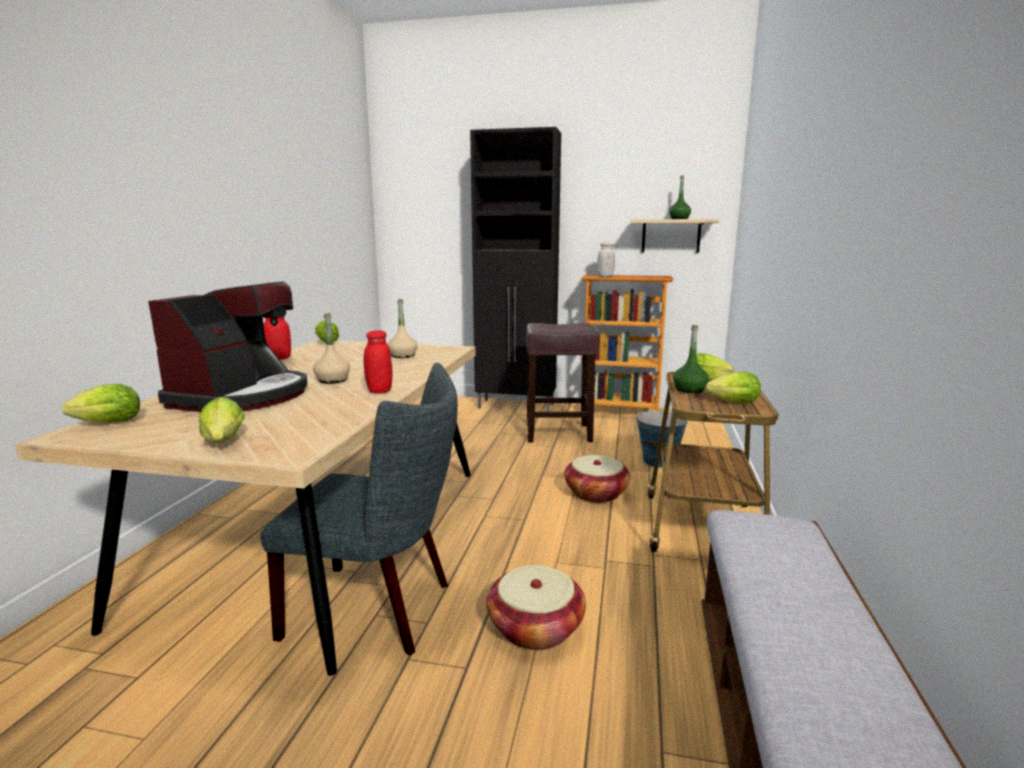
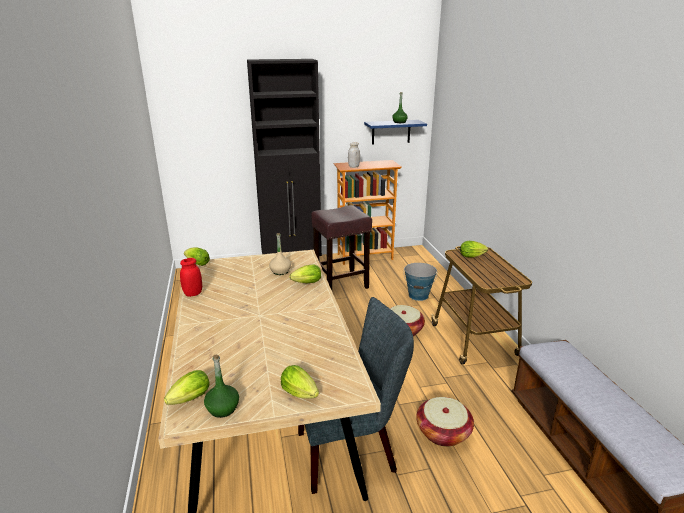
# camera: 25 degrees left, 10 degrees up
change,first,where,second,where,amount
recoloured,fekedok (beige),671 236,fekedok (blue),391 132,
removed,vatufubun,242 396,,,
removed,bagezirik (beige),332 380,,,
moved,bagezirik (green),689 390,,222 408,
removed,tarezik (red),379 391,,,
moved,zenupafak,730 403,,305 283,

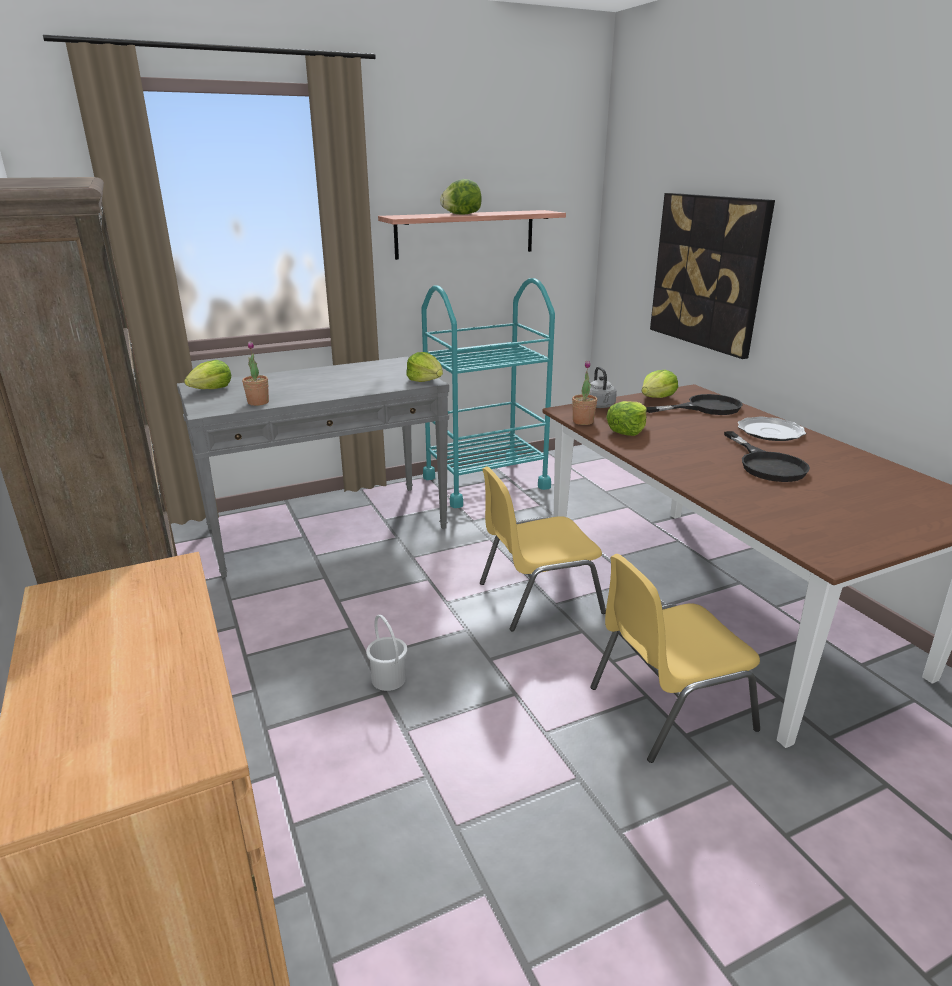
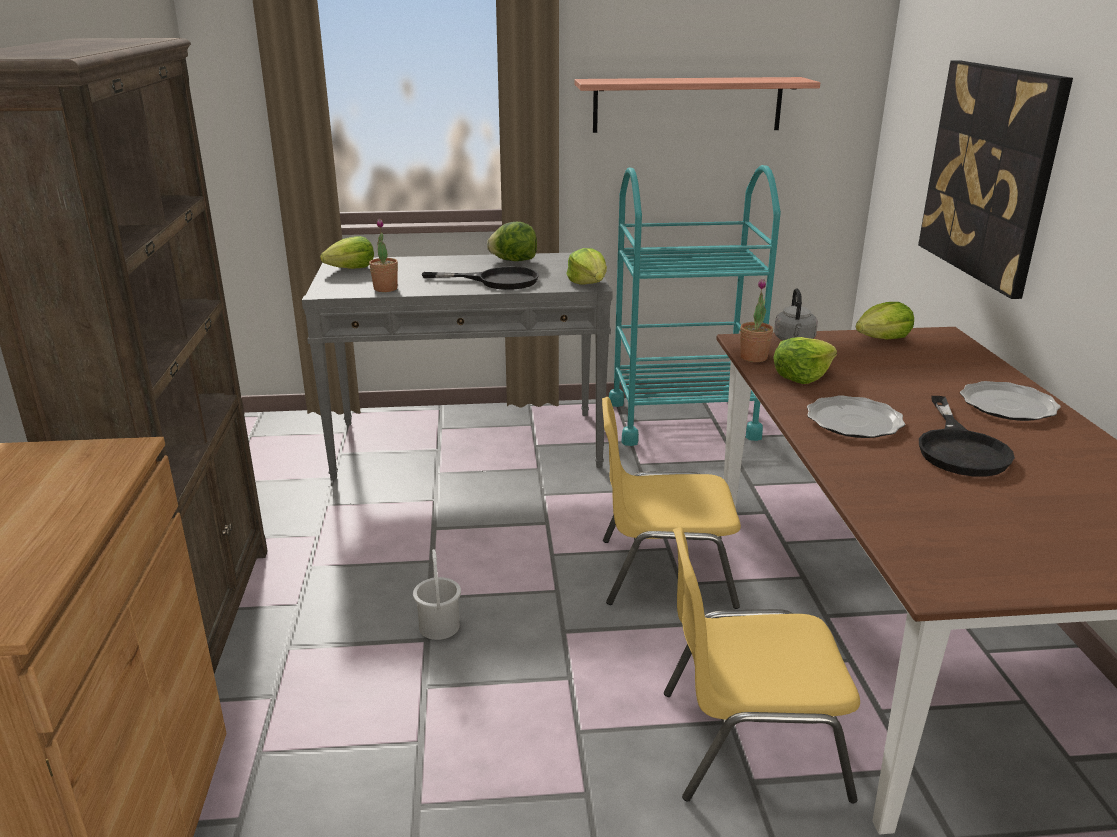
# camera: 20 degrees right, 0 degrees up
change,first,where,second,where,amount
moved,zenupafak,461 214,,513 261,
moved,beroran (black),705 408,,497 281,
added,,,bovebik,854 421,

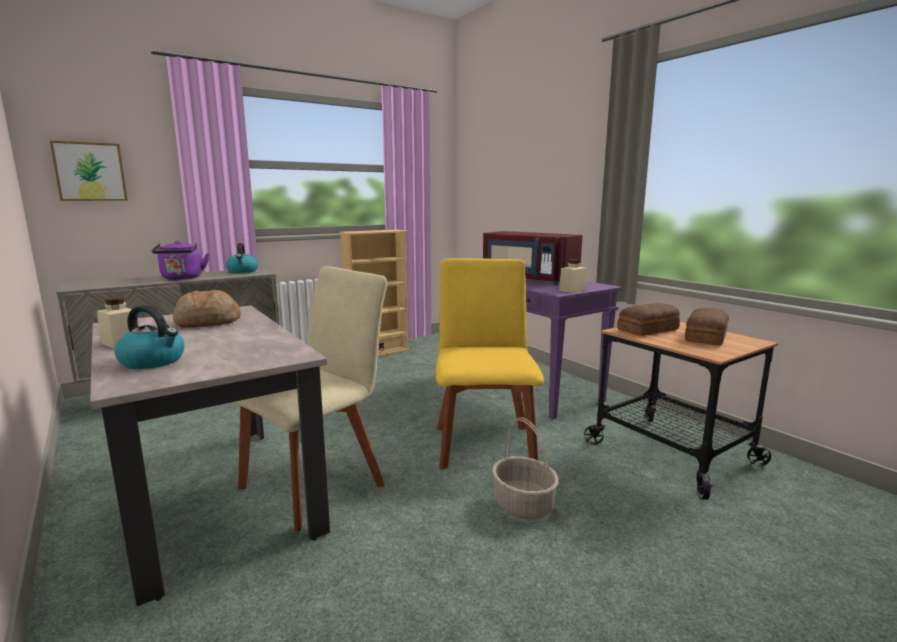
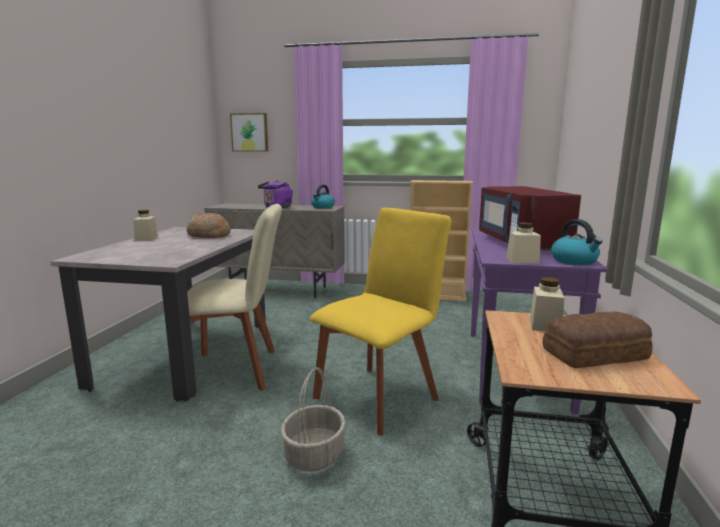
# camera: 45 degrees right, 0 degrees up
change,first,where,second,where,amount
replaced,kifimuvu,649 330,tarezik (beige),545 325,
moved,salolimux,154 361,,575 261,

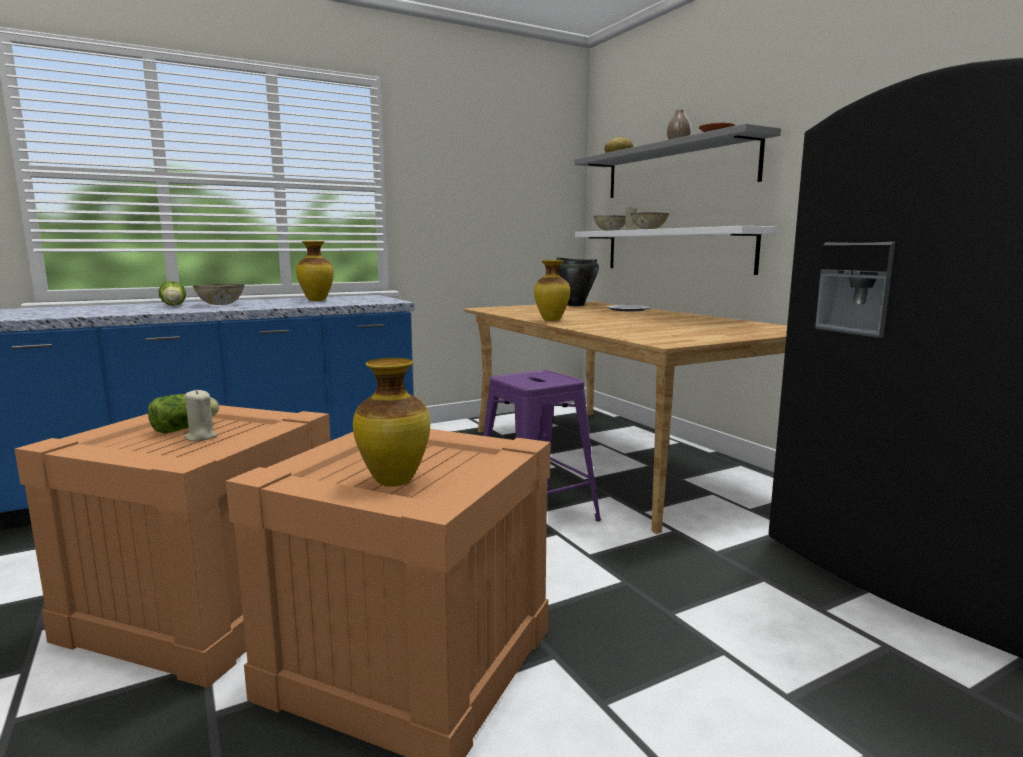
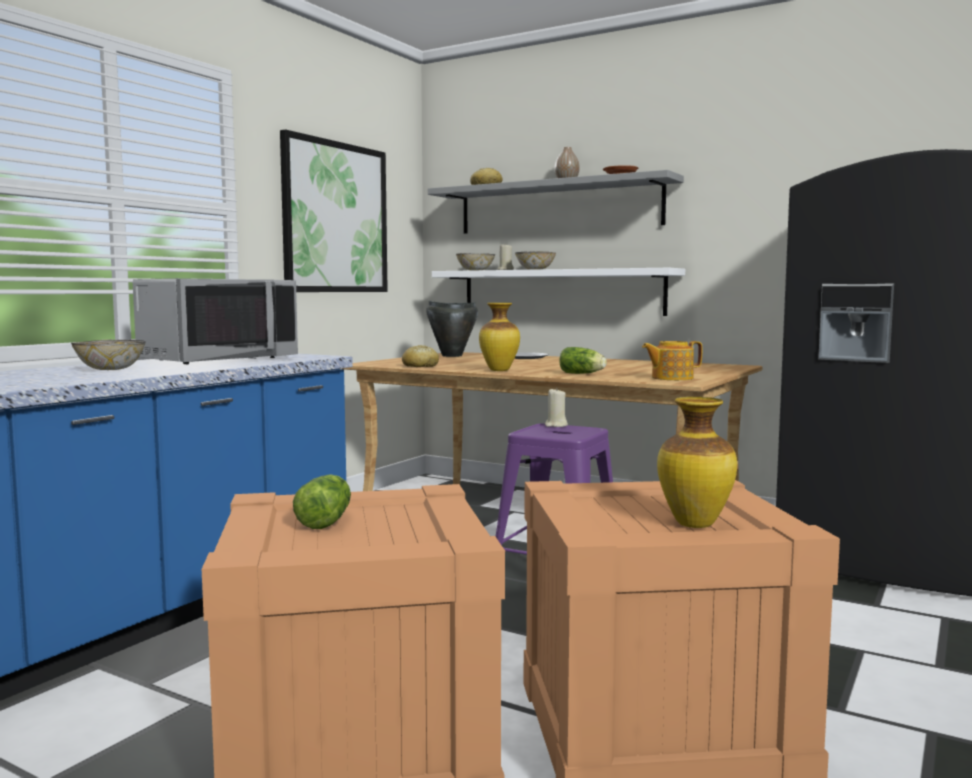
# camera: 30 degrees left, 5 degrees down
change,first,where,second,where,amount
replaced,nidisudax,317 300,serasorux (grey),218 359,
moved,zenupafak,173 306,,583 373,
moved,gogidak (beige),201 437,,556 425,
added,,,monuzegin,335 218,
added,,,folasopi,671 378,
added,,,kifimuvu,420 366,

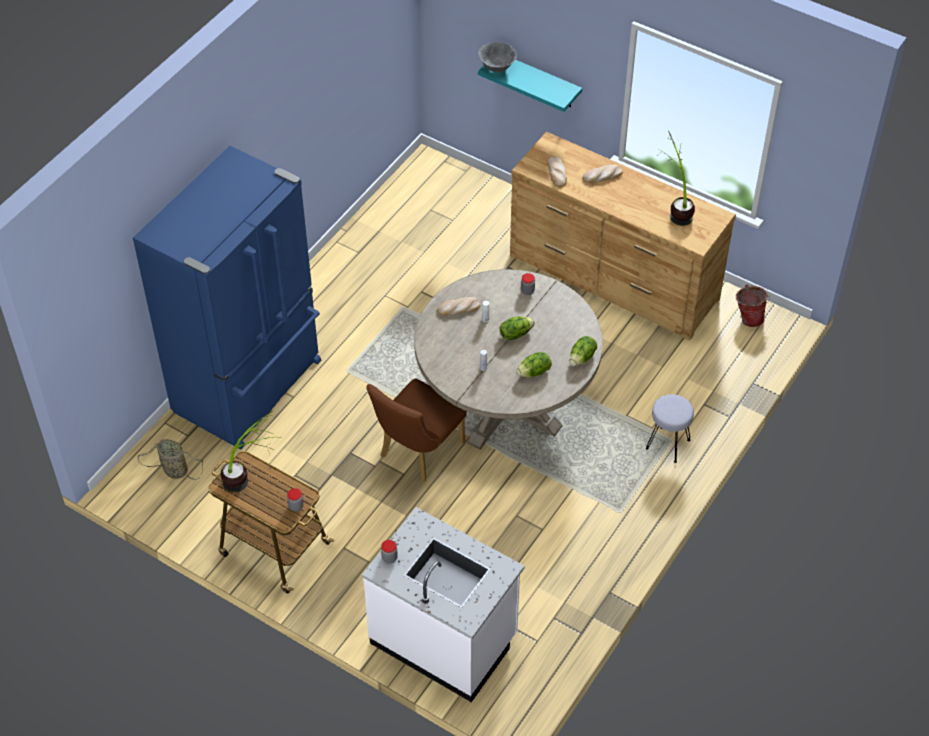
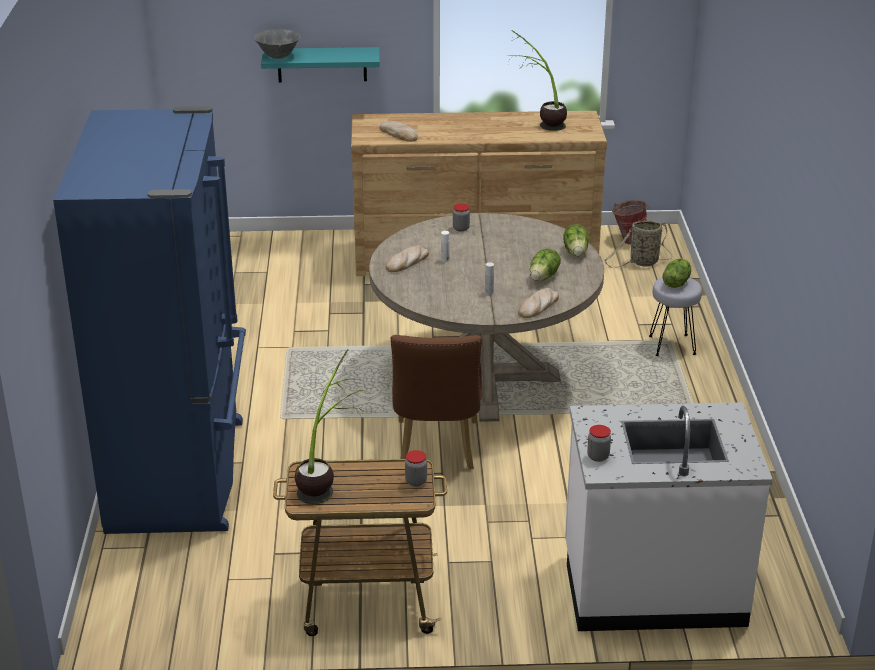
# camera: 35 degrees left, 20 degrees down
change,first,where,second,where,amount
moved,kifimuvu,602 176,,538 306,
moved,zenupafak,515 334,,676 283,
moved,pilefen,173 470,,642 263,

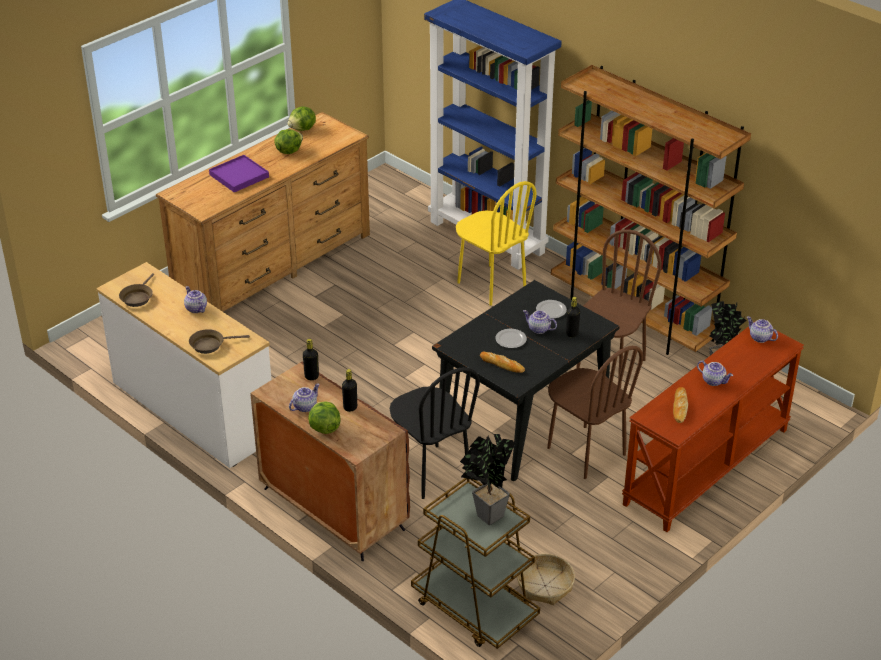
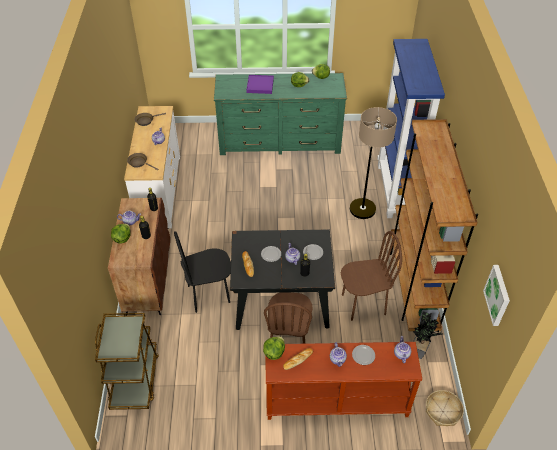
# camera: 45 degrees right, 10 degrees up
change,first,where,second,where,amount
recoloured,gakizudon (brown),273 264,gakizudon (green),280 142,
replaced,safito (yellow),491 284,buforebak,363 217,
turned,safito (black),431 471,,208 294,60 degrees clockwise
removed,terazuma,485 516,,,
moved,pilefen,545 586,,442 411,
added,,,monuzegin,498 295,
added,,,zenupafak,274 352,
added,,,bovebik,363 355,

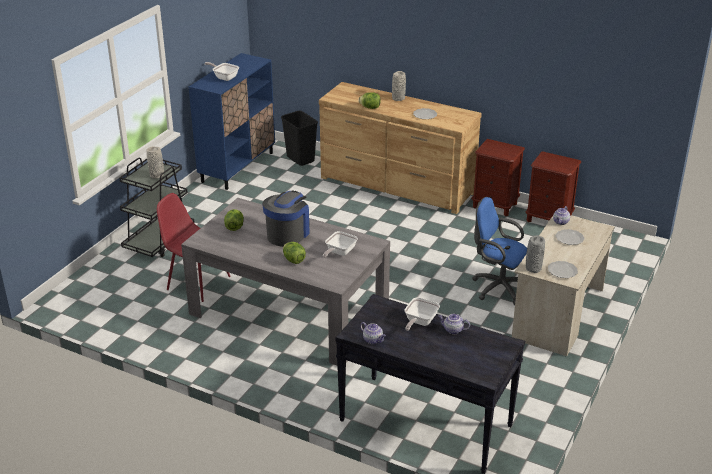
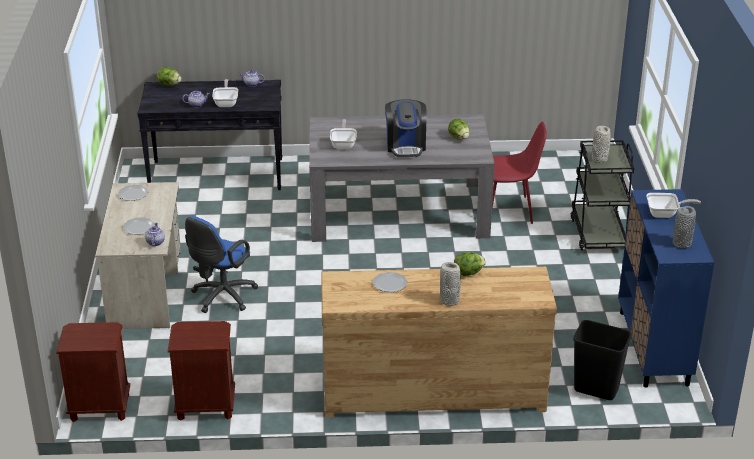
# camera: 150 degrees right, 0 degrees up
change,first,where,second,where,amount
moved,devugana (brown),495 205,,100 408,
turned,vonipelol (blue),497 287,,221 297,120 degrees clockwise
moved,nidisudax (grey),533 268,,681 243,
moved,zenupafak,294 260,,169 84,

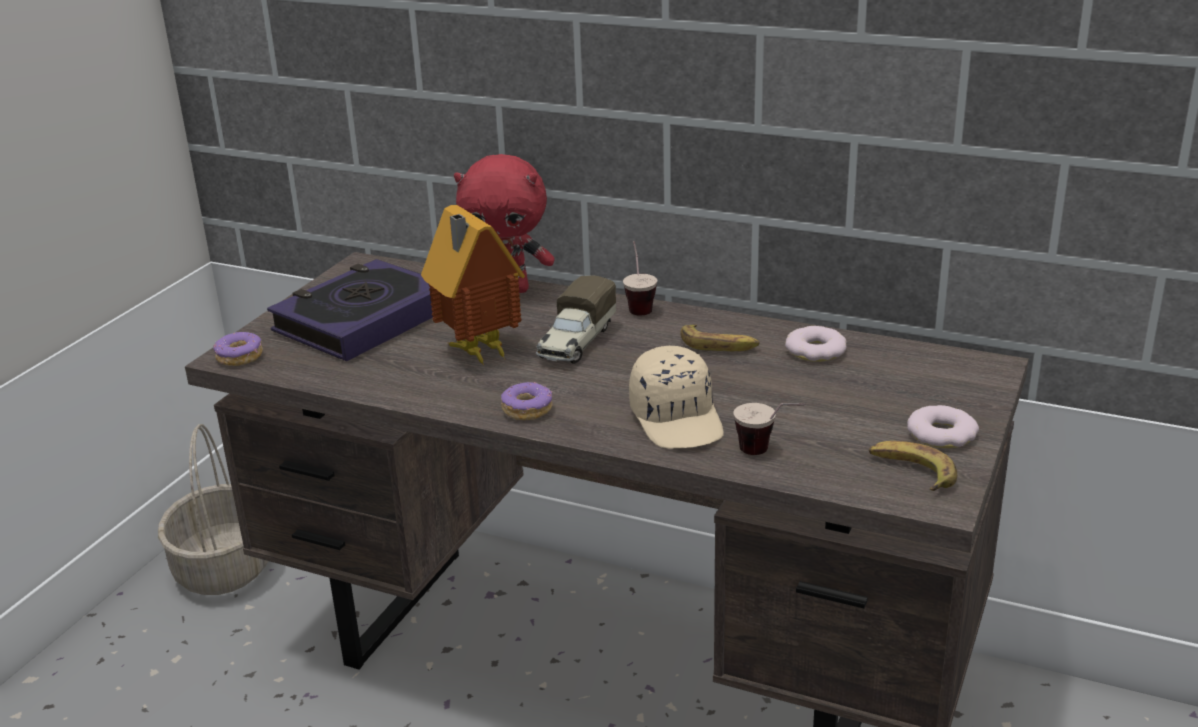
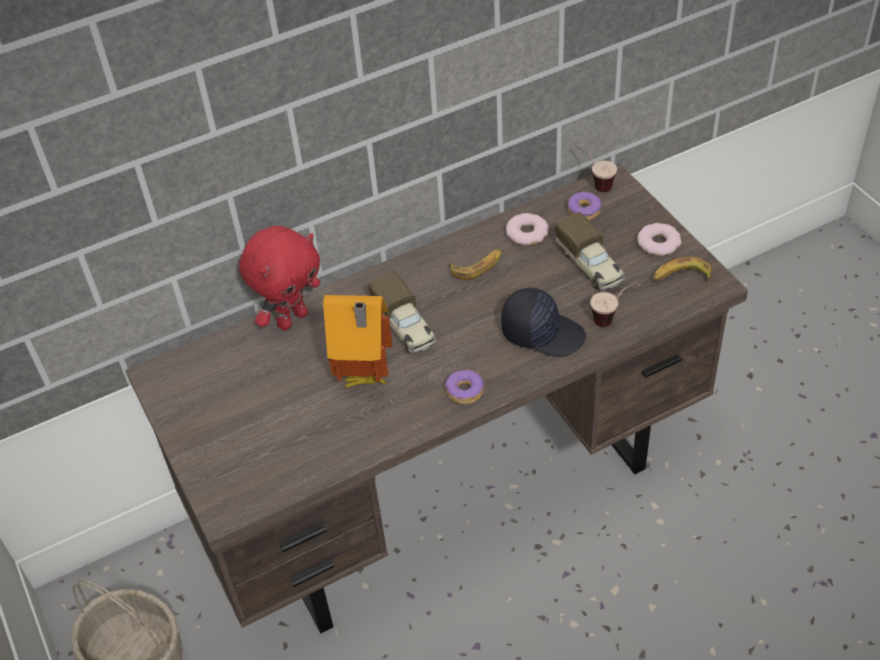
# camera: 50 degrees left, 20 degrees up
change,first,where,second,where,amount
moved,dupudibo,638 305,,594 184,
removed,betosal,363 320,,,
moved,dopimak,240 357,,584 210,
recoloured,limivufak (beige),678 419,limivufak (black),542 332,
added,,,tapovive,590 266,

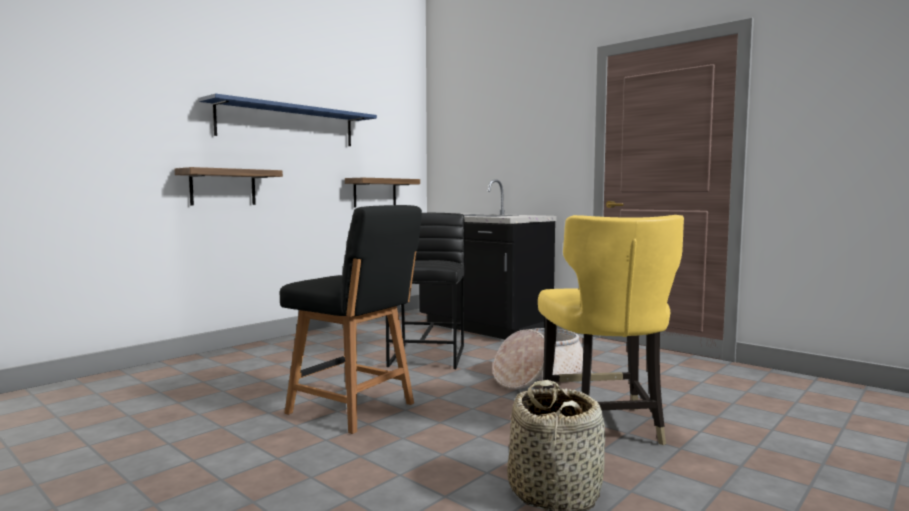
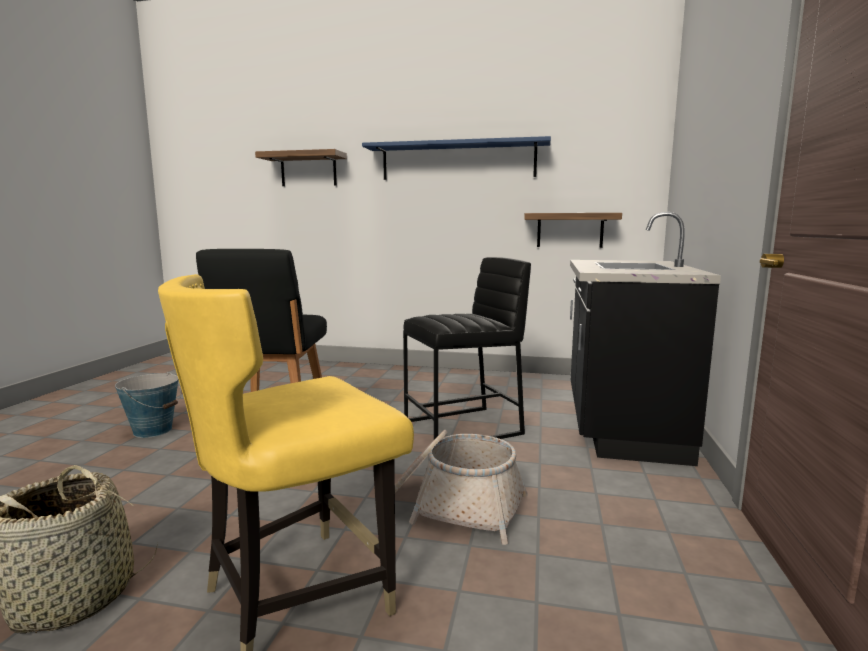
# camera: 60 degrees right, 5 degrees up
change,first,where,second,where,amount
moved,fekedok,223 187,,308 170,
added,,,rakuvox,153 430,

